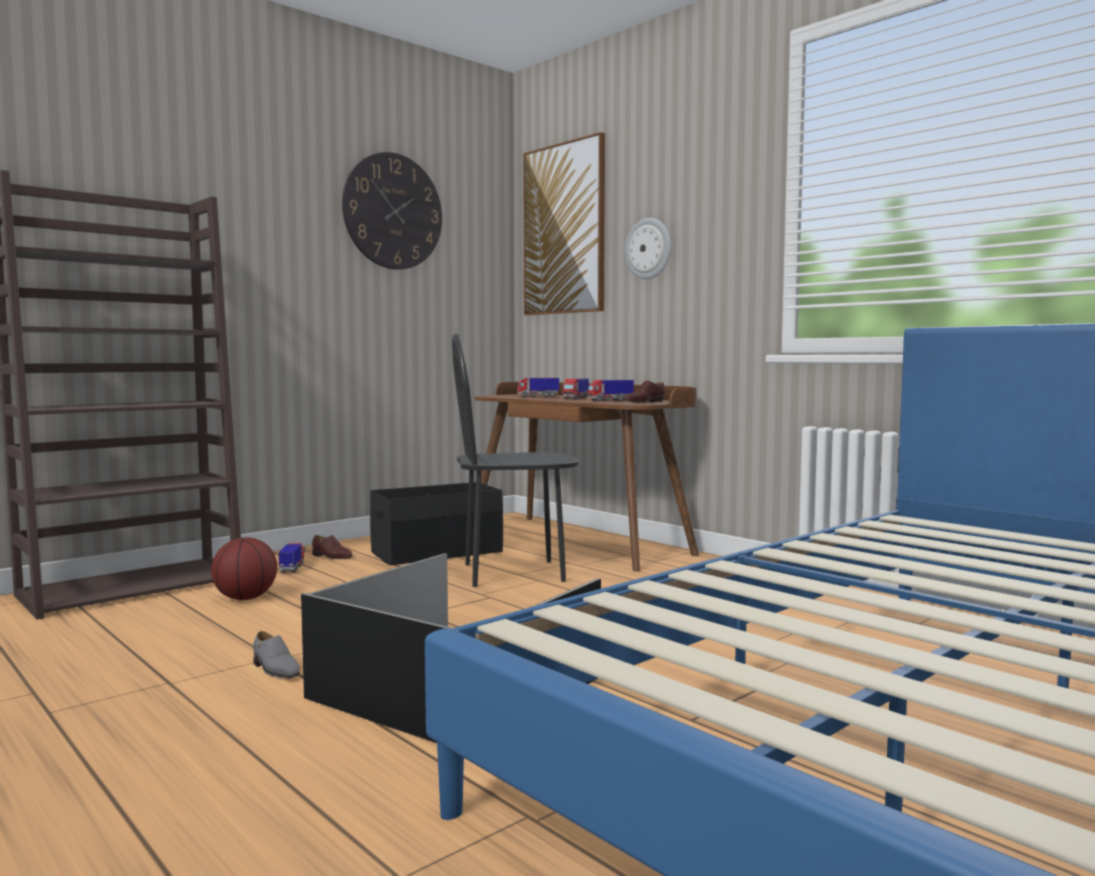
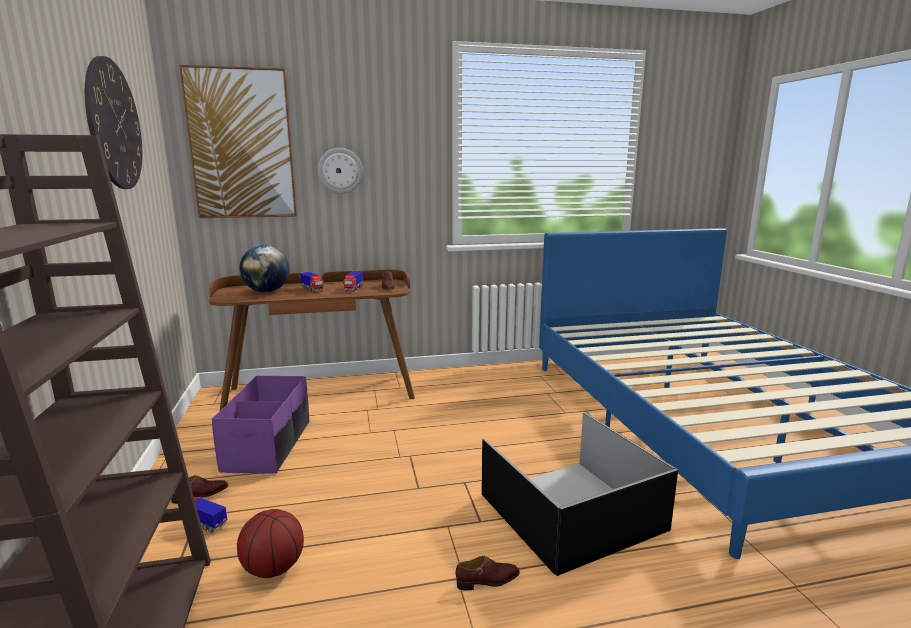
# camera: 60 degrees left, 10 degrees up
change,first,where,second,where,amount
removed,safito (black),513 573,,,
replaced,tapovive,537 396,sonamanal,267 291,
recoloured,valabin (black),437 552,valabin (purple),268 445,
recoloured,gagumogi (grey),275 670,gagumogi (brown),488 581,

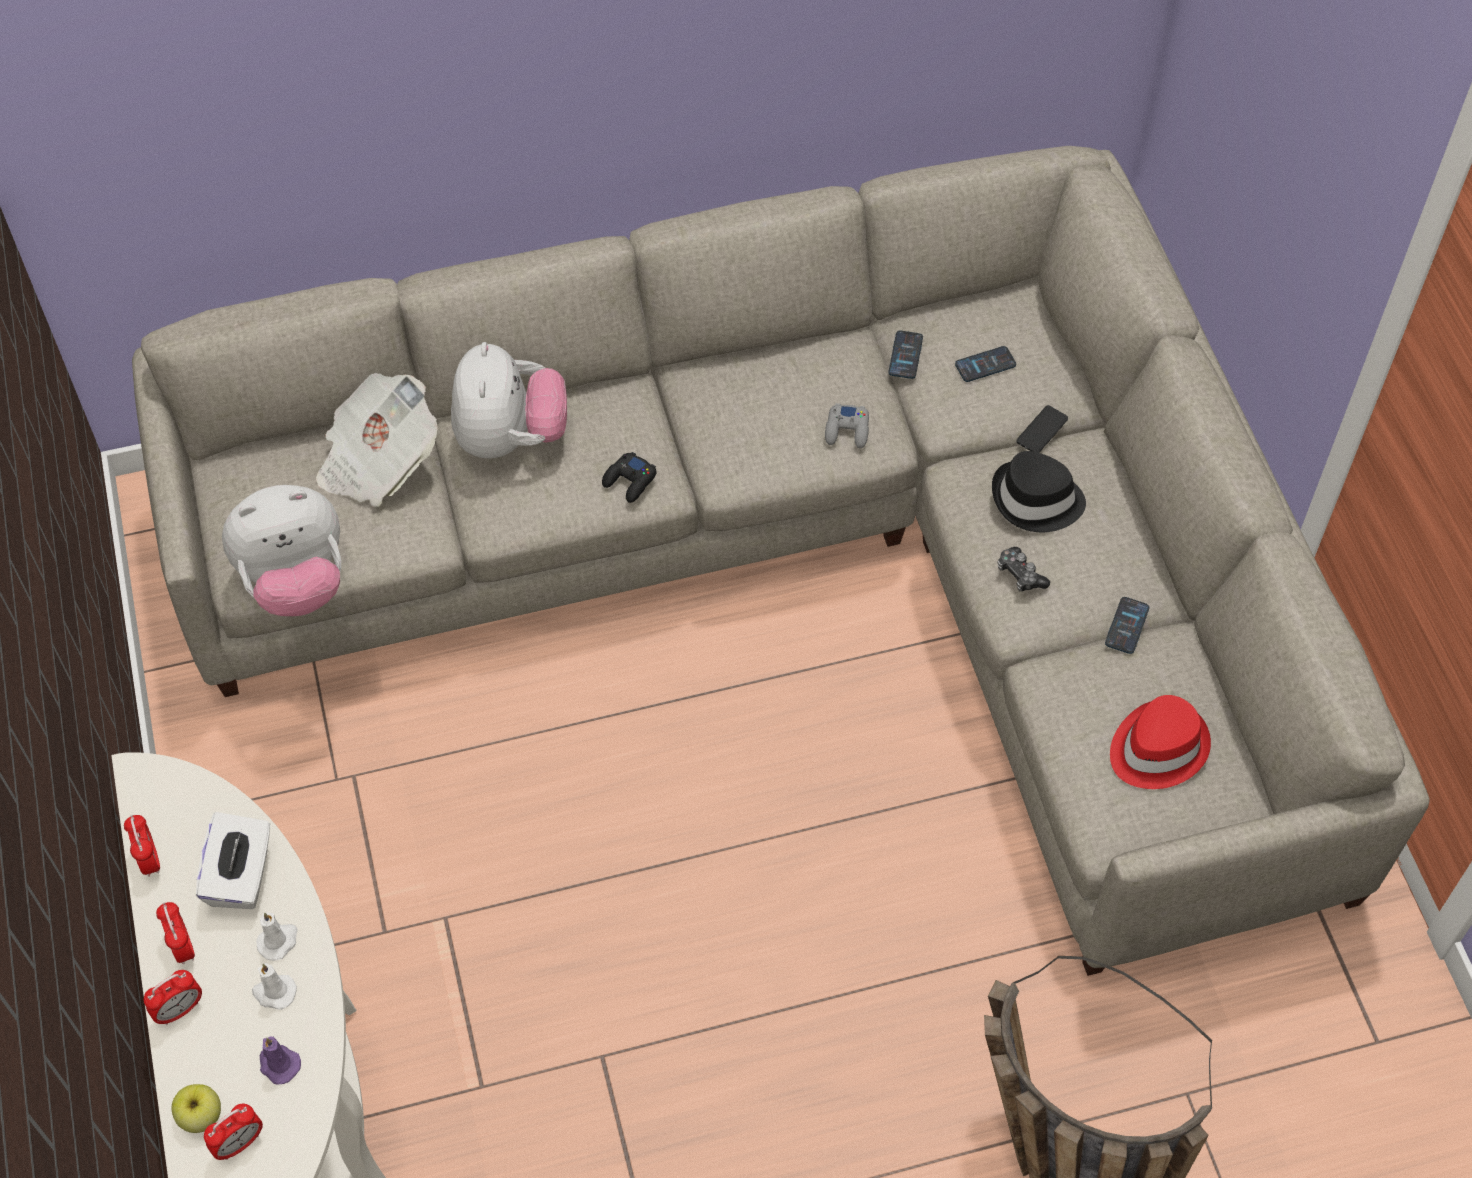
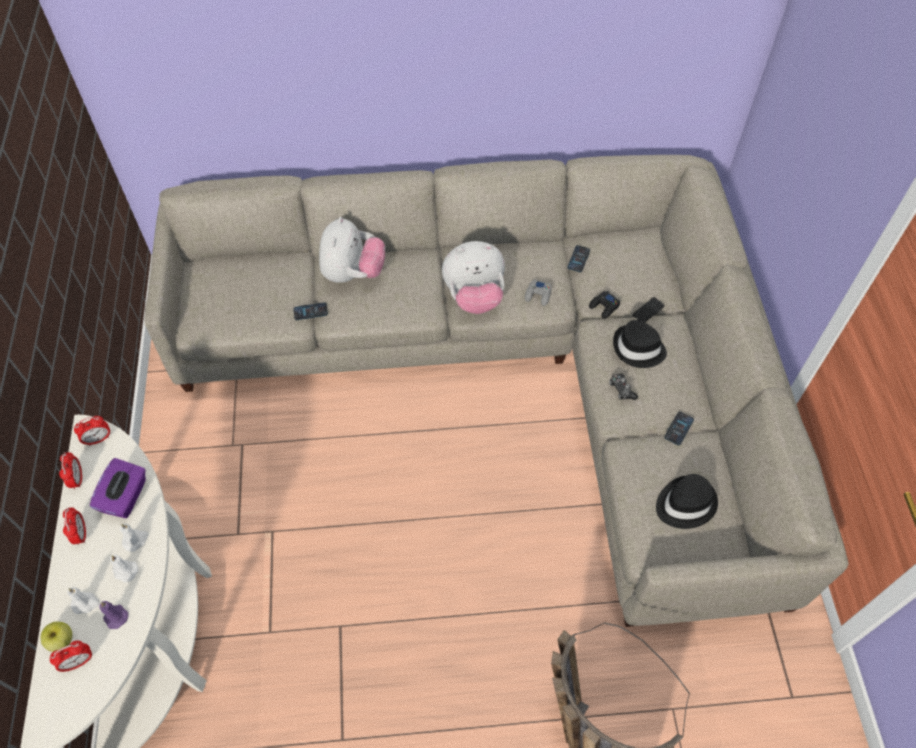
# camera: 10 degrees right, 0 degrees up
change,first,where,second,where,amount
moved,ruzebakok,985 365,,310 311,
removed,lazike,378 460,,,
moved,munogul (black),630 481,,604 307,
moved,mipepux,296 582,,474 297,
recoloured,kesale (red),1157 747,kesale (black),685 503,
recoloured,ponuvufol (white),241 876,ponuvufol (purple),125 497,
moved,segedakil,179 1010,,98 439,
added,,,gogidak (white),86 603,

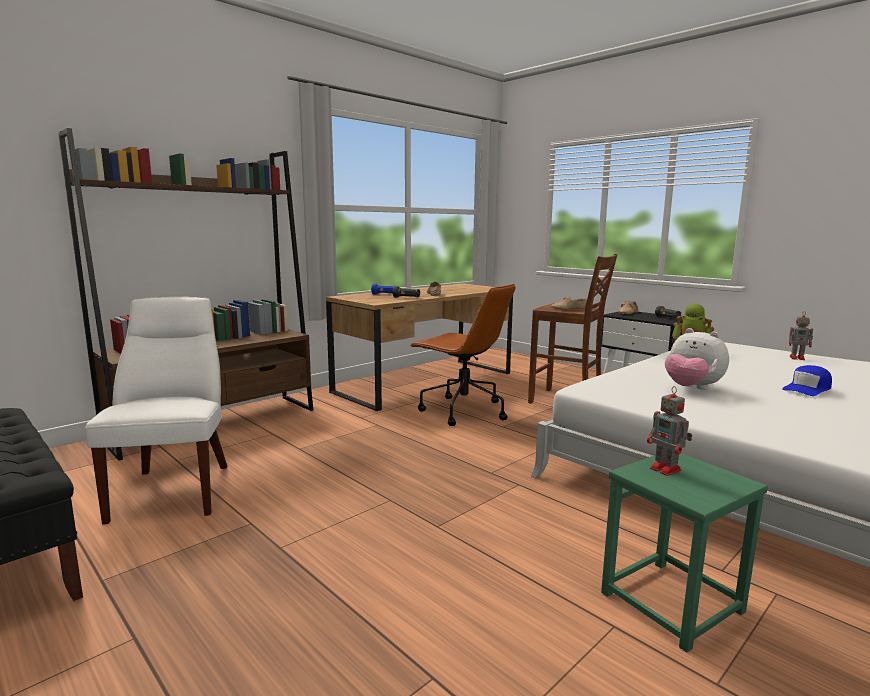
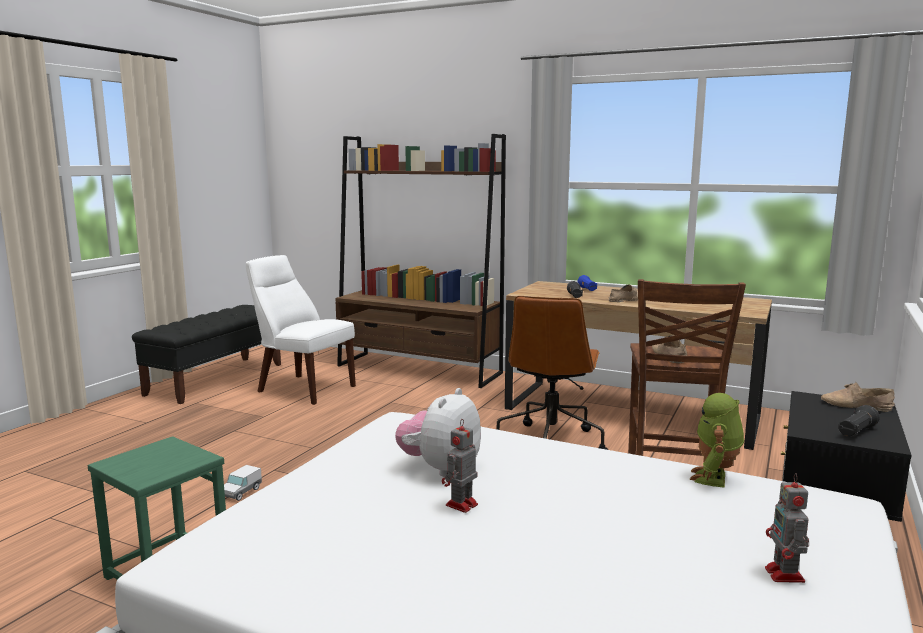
# camera: 70 degrees right, 0 degrees up
change,first,where,second,where,amount
turned,safito (white),175 489,,303 388,120 degrees counterclockwise
removed,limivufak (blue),807 389,,,
moved,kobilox,666 469,,460 505,
added,,,tapovive,241 492,

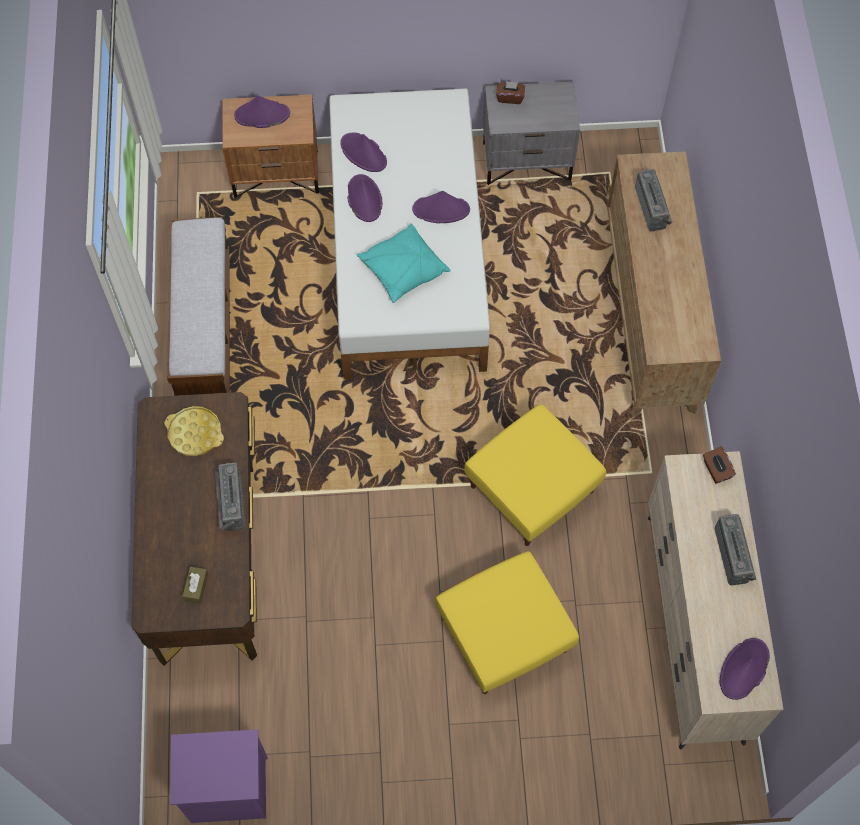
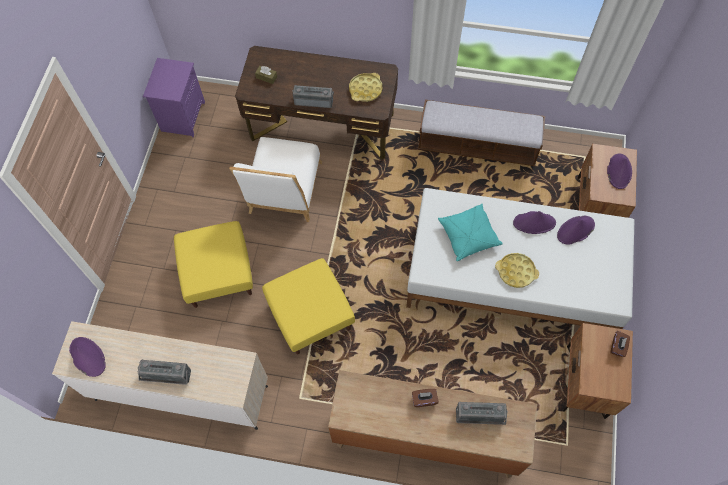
# camera: 105 degrees right, 0 degrees up
change,first,where,second,where,amount
recoloured,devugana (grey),527 160,devugana (brown),586 382,
replaced,kesale (purple),441 209,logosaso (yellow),516 272,
moved,ponuvufol (brown),716 470,,424 399,
added,,,safito (white),284 192,

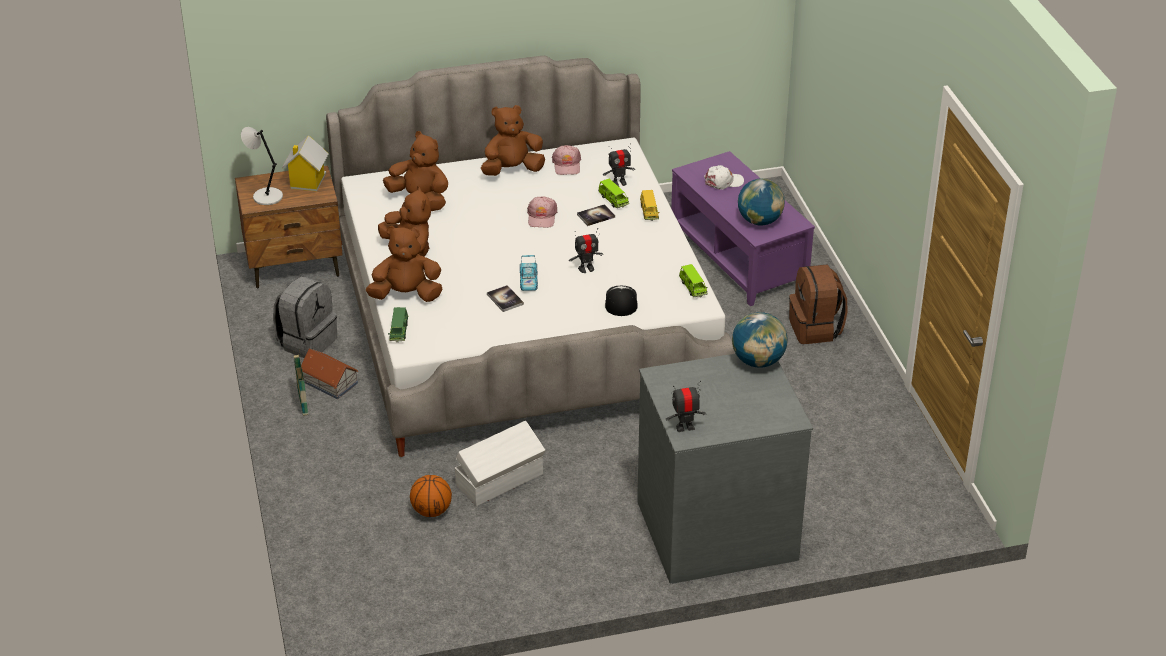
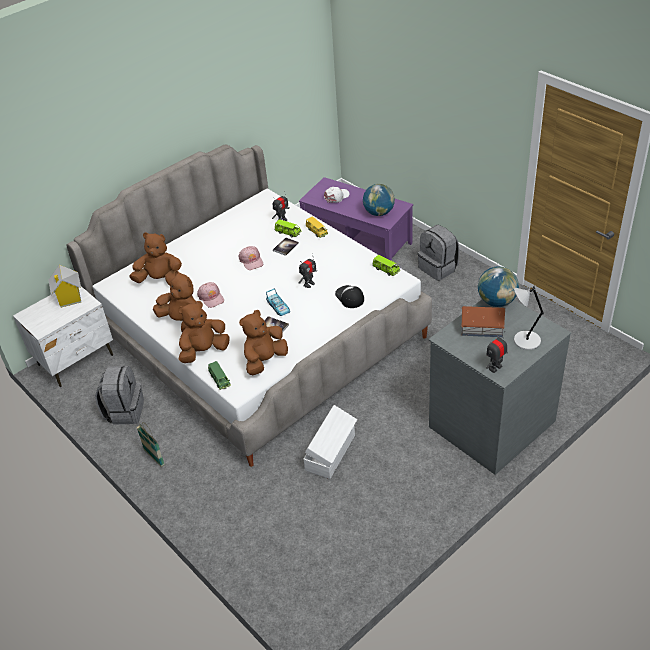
# camera: 25 degrees left, 5 degrees up
change,first,where,second,where,amount
moved,mipepux (brown),512 170,,265 360,
moved,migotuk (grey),266 196,,525 341,
moved,limivufak (pink),567 165,,211 297,
recoloured,devugana (brown),295 266,devugana (white),76 360,
recoloured,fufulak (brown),816 329,fufulak (grey),438 268,
moved,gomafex,330 382,,482 327,
removed,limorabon,431 511,,,

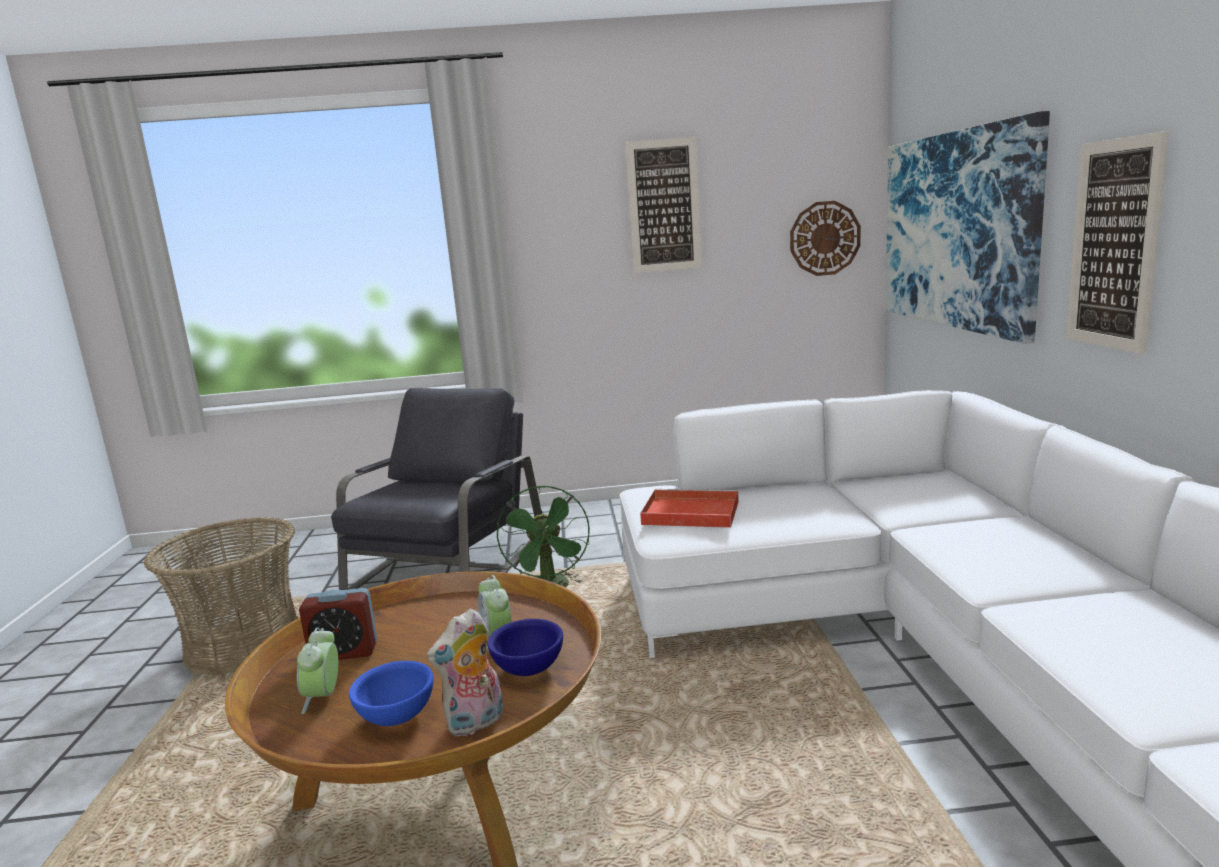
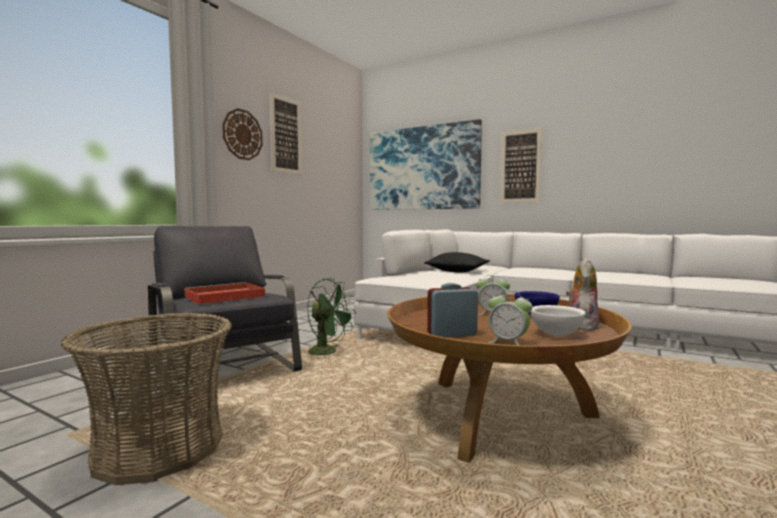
# camera: 55 degrees left, 10 degrees down
change,first,where,second,where,amount
moved,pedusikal,824 238,,242 134,
moved,logosaso (red),688 513,,223 297,
turned,segedakil,344 652,,452 334,135 degrees counterclockwise
turned,mipepux,475 723,,581 326,150 degrees counterclockwise
recoloured,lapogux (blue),397 716,lapogux (white),555 334,
added,,,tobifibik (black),457 271,

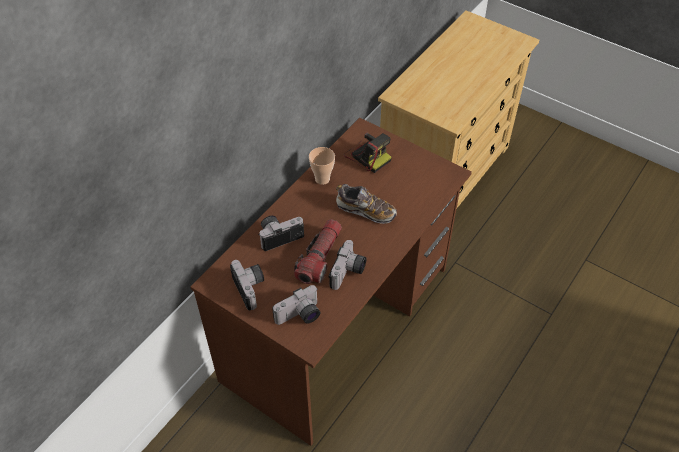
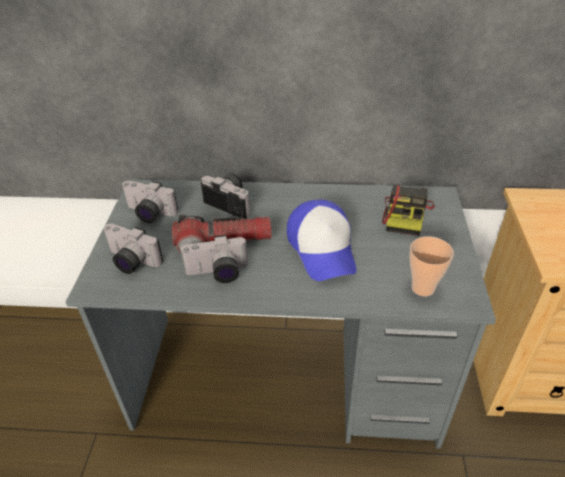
# camera: 60 degrees right, 10 degrees down
change,first,where,second,where,amount
recoloured,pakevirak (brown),338 323,pakevirak (grey),287 378,
moved,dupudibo,322 179,,423 288,
replaced,gagumogi,365 210,limivufak,323 248,
turned,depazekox,251 288,,148 214,75 degrees clockwise

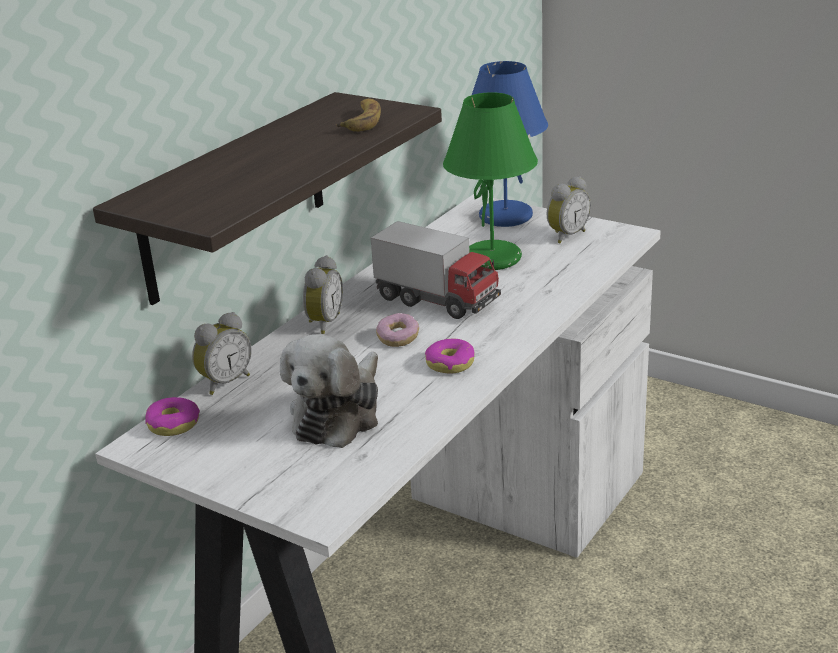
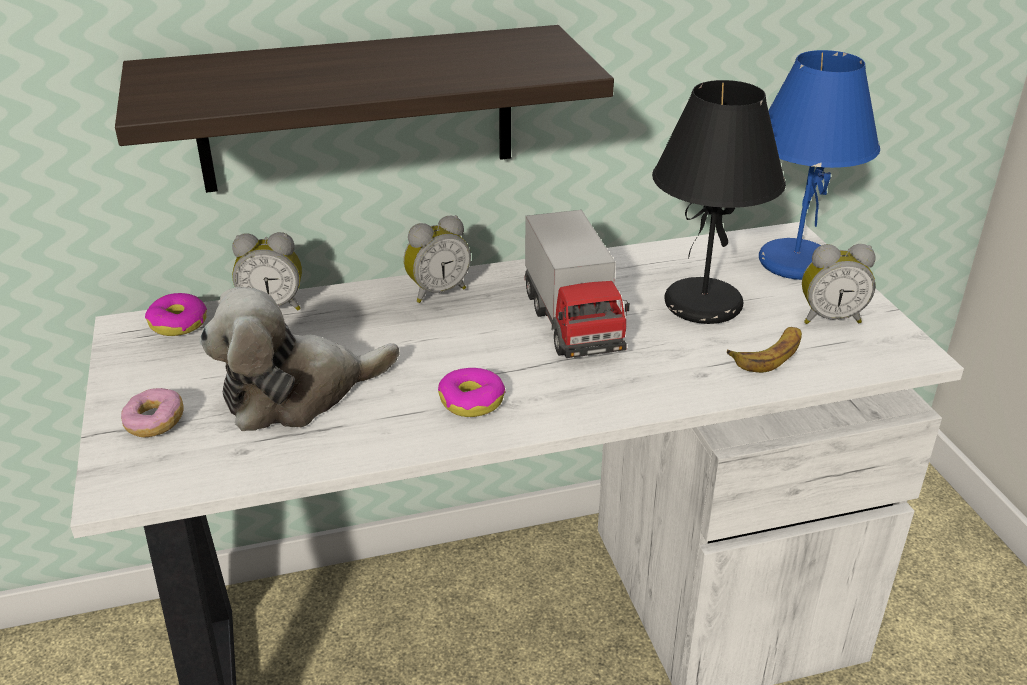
# camera: 40 degrees right, 5 degrees up
change,first,where,second,where,amount
recoloured,migotuk (green),493 259,migotuk (black),702 306,
moved,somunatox,361 121,,769 354,
moved,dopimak,398 338,,155 423,

